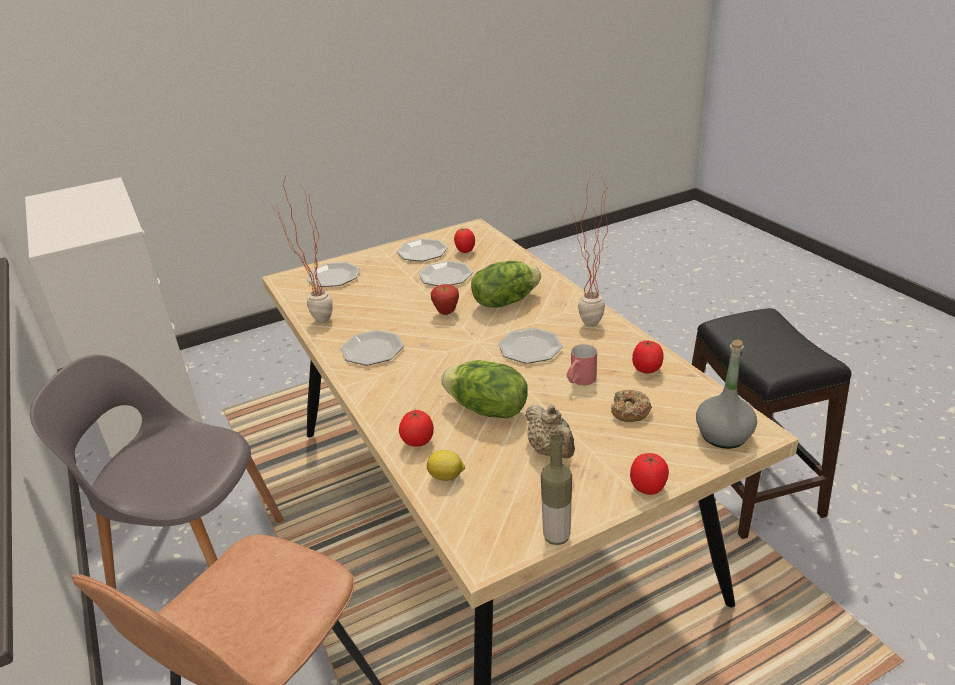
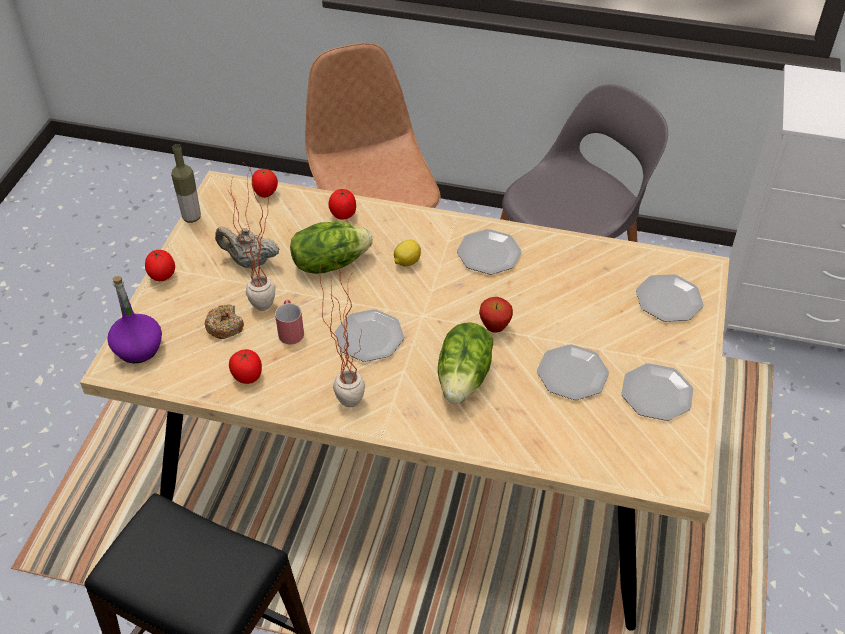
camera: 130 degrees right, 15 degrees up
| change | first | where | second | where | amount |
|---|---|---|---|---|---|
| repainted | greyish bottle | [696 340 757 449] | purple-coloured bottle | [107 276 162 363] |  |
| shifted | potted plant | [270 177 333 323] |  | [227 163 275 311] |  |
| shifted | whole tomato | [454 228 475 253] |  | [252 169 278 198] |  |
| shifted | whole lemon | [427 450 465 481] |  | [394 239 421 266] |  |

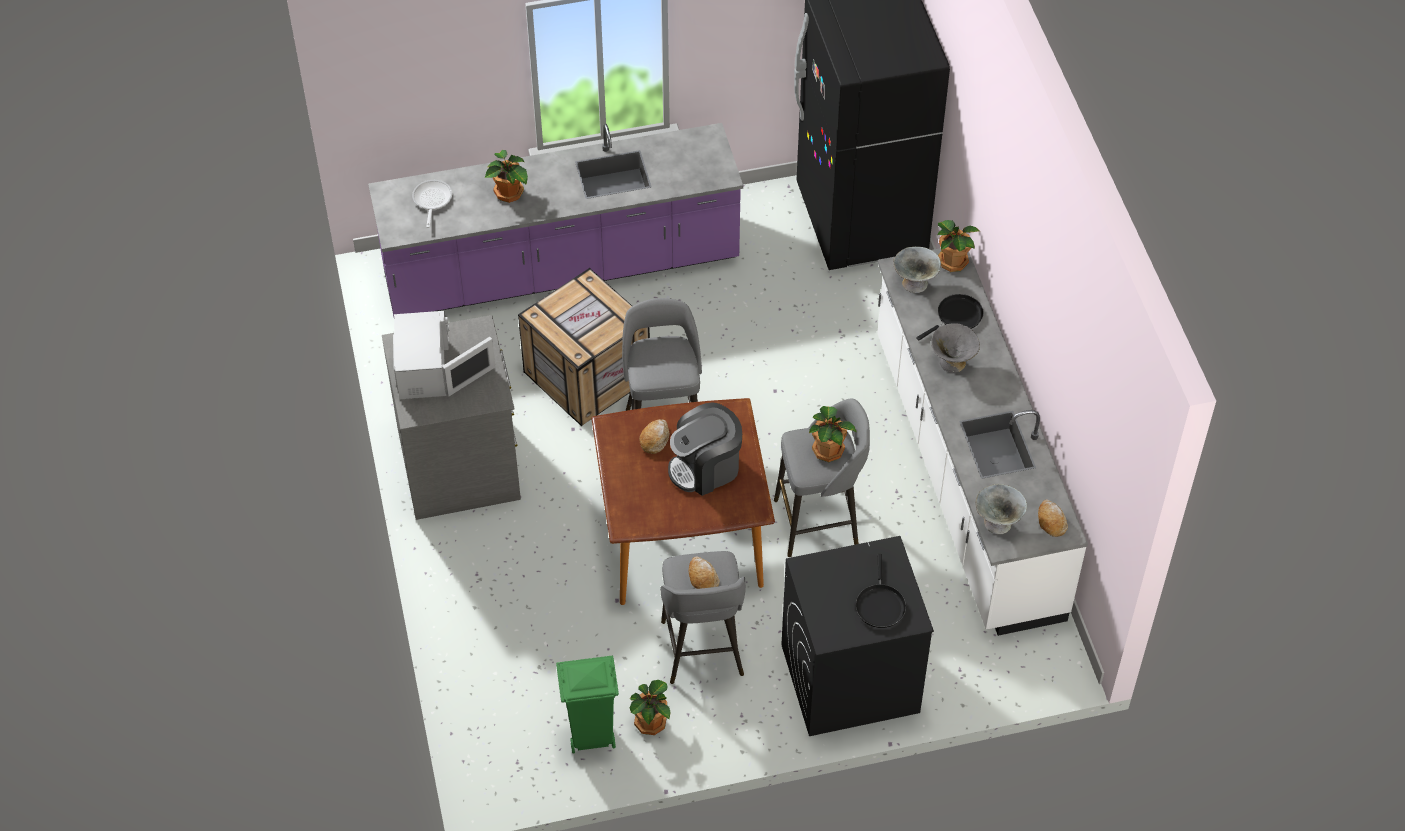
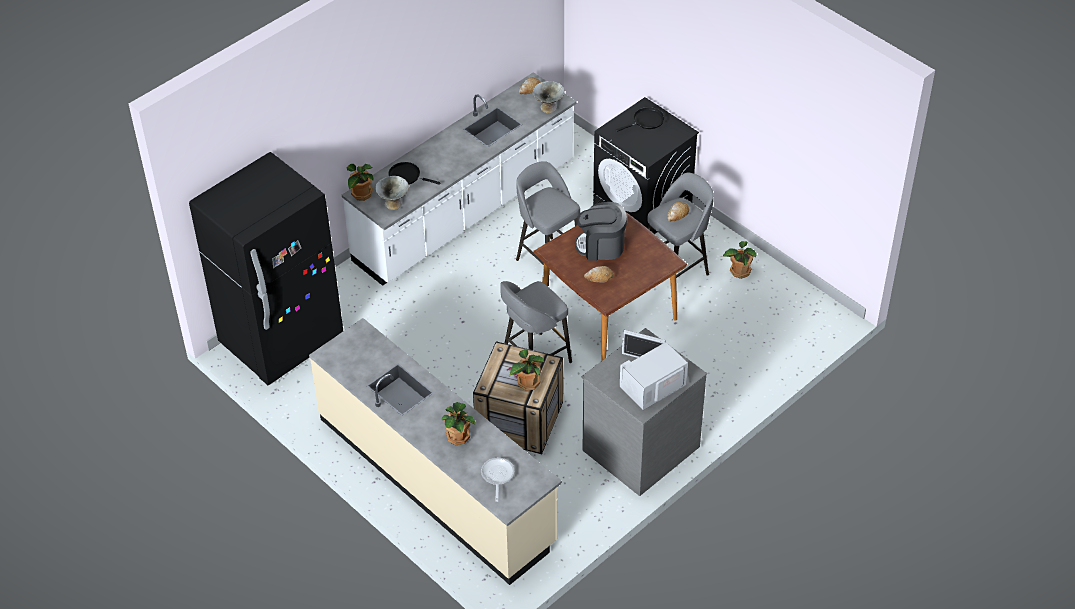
camera: 120 degrees left, 5 degrees down
| change | first | where | second | where | amount |
|---|---|---|---|---|---|
| repainted | purple-coloured counter | [368 123 743 317] | sand-coloured counter | [309 318 562 585] |  |
| rotated | pan | [412 180 452 228] |  | [481 458 514 502] | 120 degrees clockwise |
| shifted | potted plant | [809 406 856 462] |  | [510 349 544 391] |  |
| rotated | coffee machine | [668 402 742 496] |  | [575 202 627 261] | 150 degrees clockwise |
| gone | greenish waste bin | [556 656 619 754] |  |  |  |
| gone | greyish bowl | [931 323 980 373] |  |  |  |

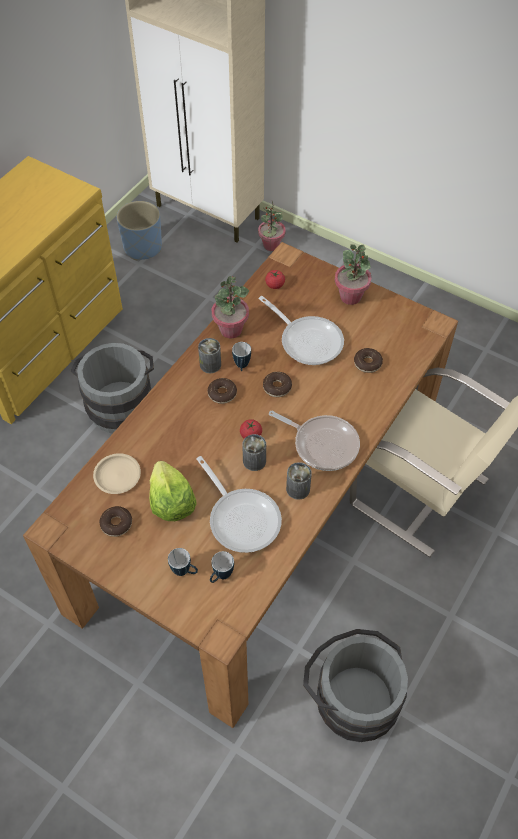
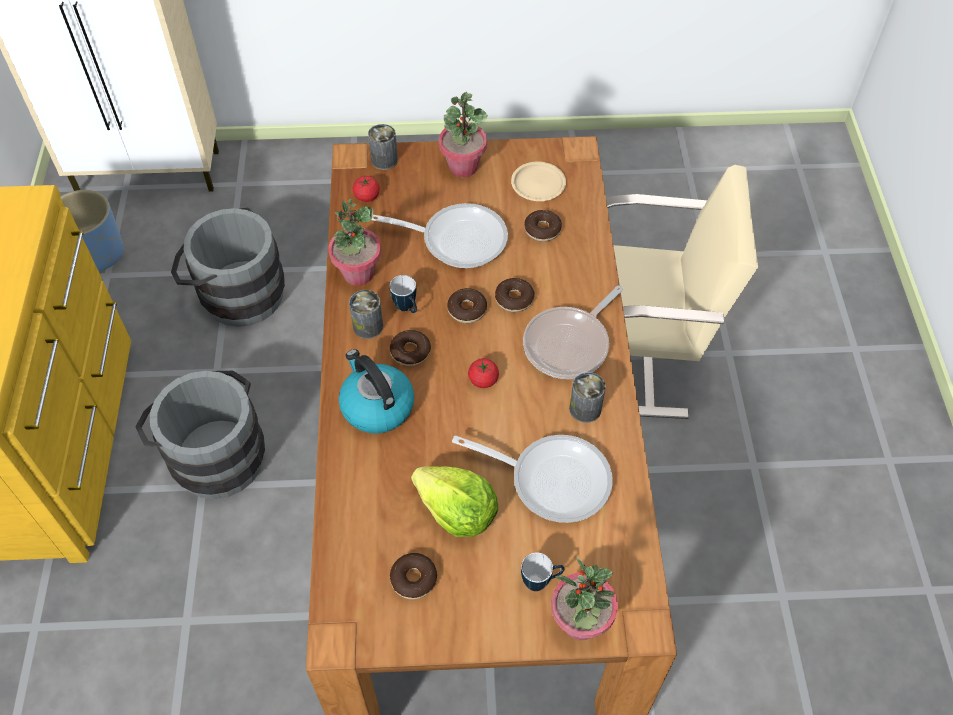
camera: 35 degrees left, 0 degrees up
| change | first | where | second | where | amount |
|---|---|---|---|---|---|
| shifted | greyish pail | [303 629 408 742] |  | [171 207 285 327] |  |
| new |  |  | kettle | [339 349 414 434] |  |
| shifted | metal can | [242 434 266 471] |  | [368 124 398 170] |  |
| new |  |  | donut | [495 278 534 312] |  |
| shifted | sand-coloured plate | [93 453 141 494] |  | [511 161 566 201] |  |
| rotated | pan | [269 411 360 471] |  | [523 286 623 379] | 135 degrees clockwise |
| shifted | potted plant | [258 201 286 251] |  | [551 556 618 640] |  |
| gone | tea mug | [210 551 234 583] |  |  |  |

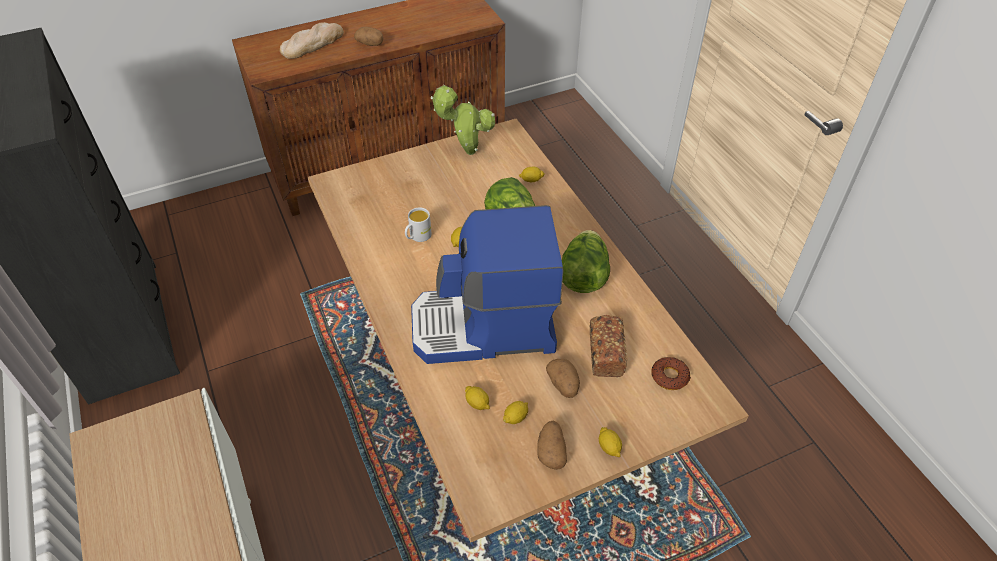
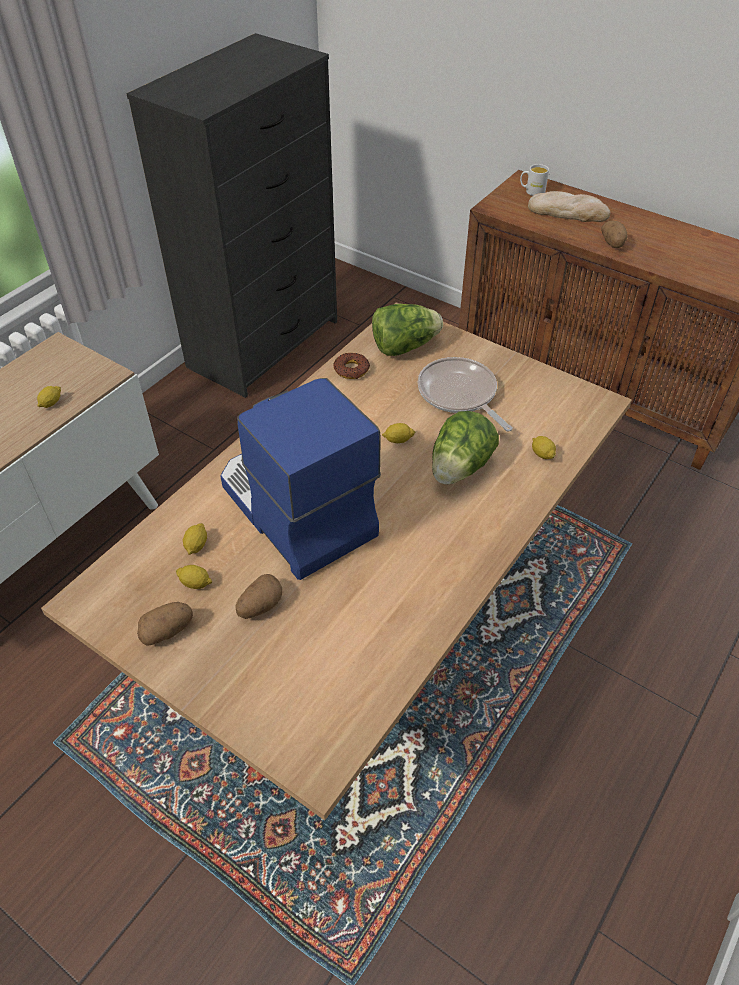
camera: 60 degrees right, 0 degrees up
| change | first | where | second | where | amount |
|---|---|---|---|---|---|
| shifted | whole lemon | [599 427 622 457] |  | [37 386 61 408] |  |
| shifted | donut | [651 357 691 390] |  | [333 353 370 379] |  |
| shifted | lettuce | [562 230 610 293] |  | [372 304 443 356] |  |
| new |  |  | pan | [418 357 513 431] |  |
| shifted | white-coloured tea mug | [405 207 432 242] |  | [520 164 549 196] |  |
| gone | potted plant | [431 84 495 155] |  |  |  |
| gone | bread | [590 315 627 377] |  |  |  |

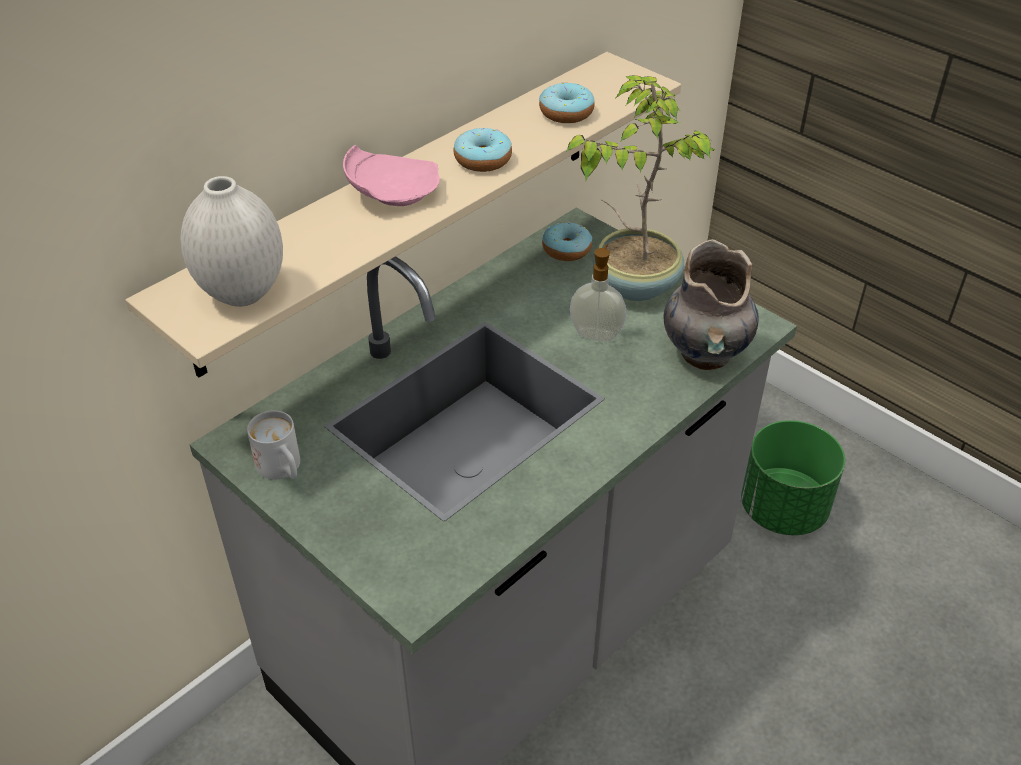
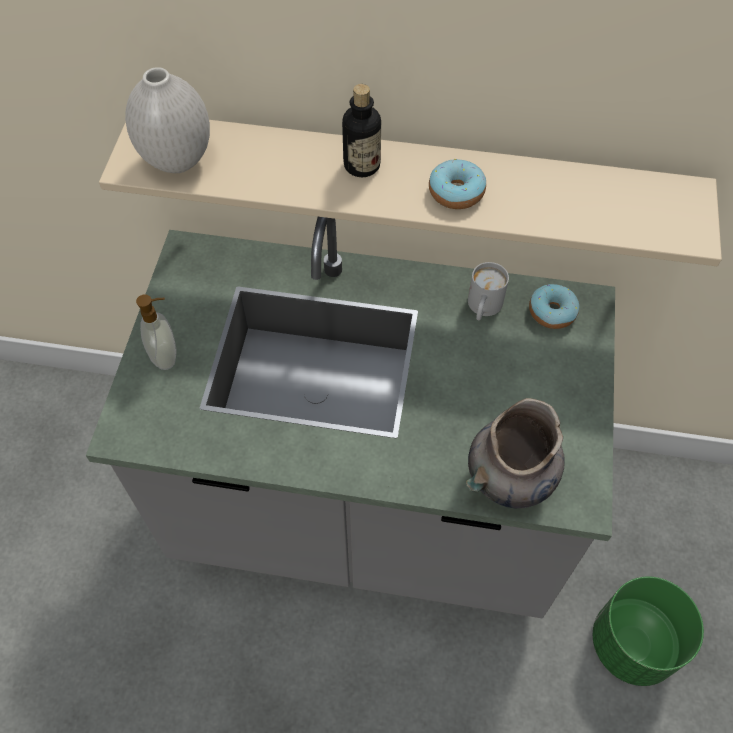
camera: 55 degrees right, 15 degrees up
| change | first | where | second | where | amount |
|---|---|---|---|---|---|
| shifted | soap bottle | [570 245 626 341] |  | [136 294 176 370] |  |
| swapped | pinkish plate | [343 145 440 206] | bottle | [342 84 381 177] |  |
| shifted | white-coloured tea mug | [247 410 300 480] |  | [468 262 509 320] |  |
| gone | donut | [539 83 595 123] |  |  |  |
| gone | potted plant | [566 75 715 301] |  |  |  |

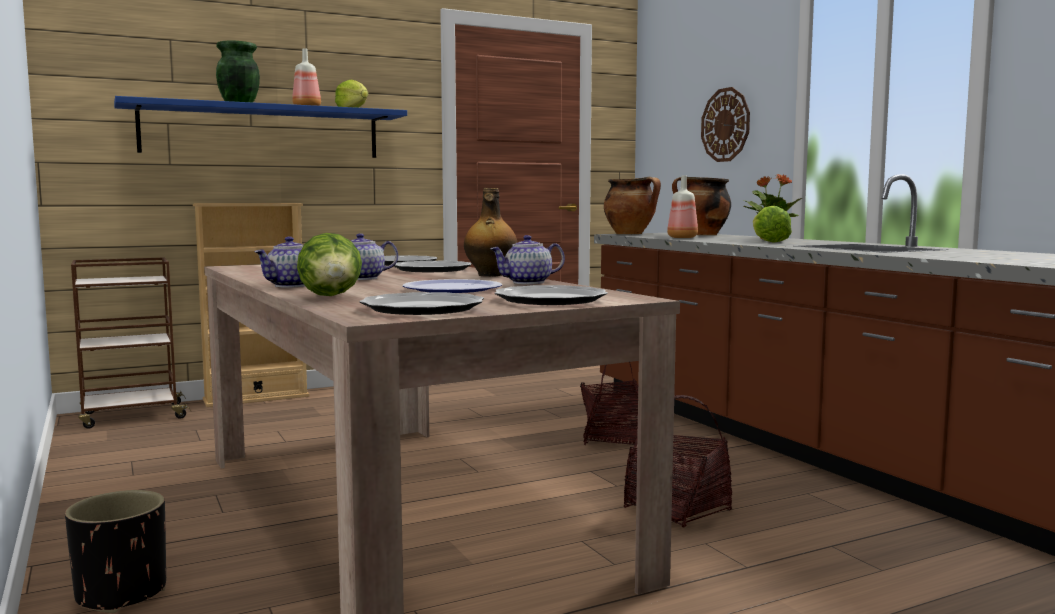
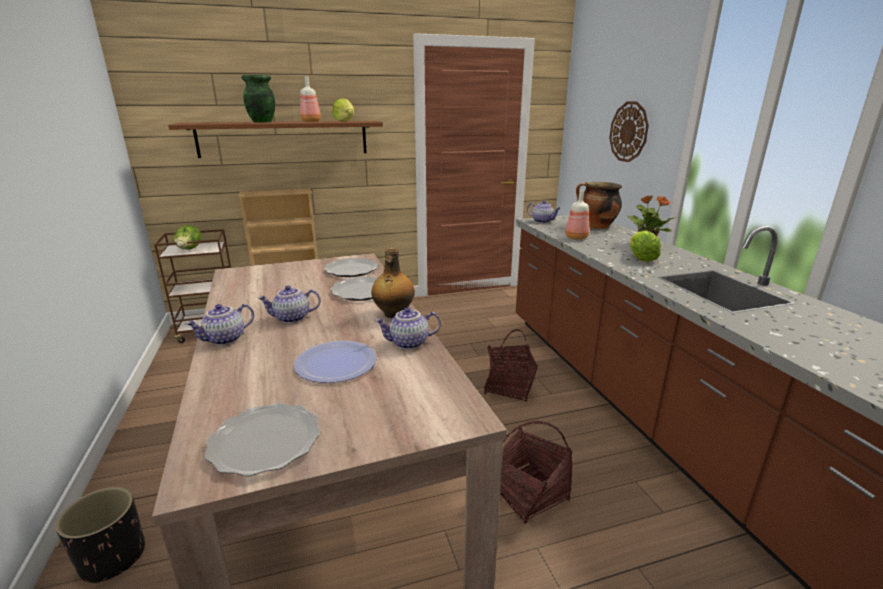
camera: 10 degrees right, 15 degrees up
| change | first | where | second | where | amount |
|---|---|---|---|---|---|
| repainted | bluish wall shelf | [114 96 407 158] | brown wall shelf | [168 121 383 158] |  |
| shifted | lettuce | [297 233 362 296] |  | [173 225 202 249] |  |
| swapped | cooking pot | [604 177 661 234] | tea pot | [527 200 561 223] |  |
| gone | plate | [494 285 608 305] |  |  |  |

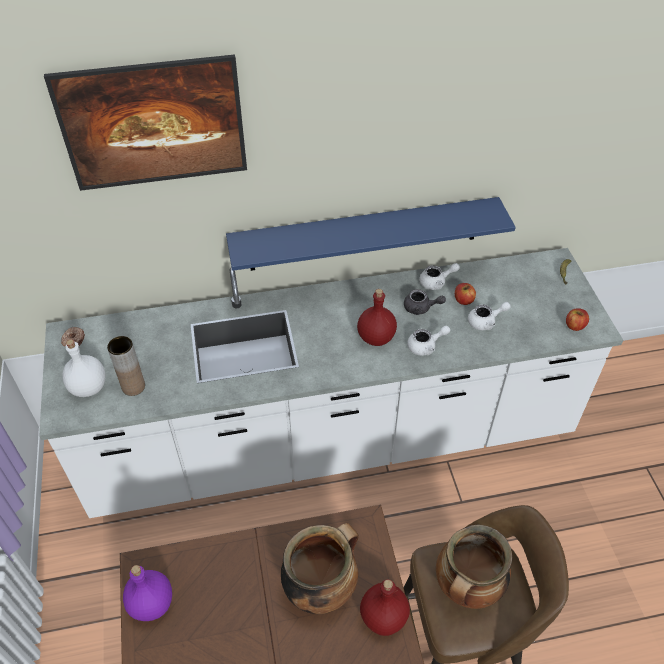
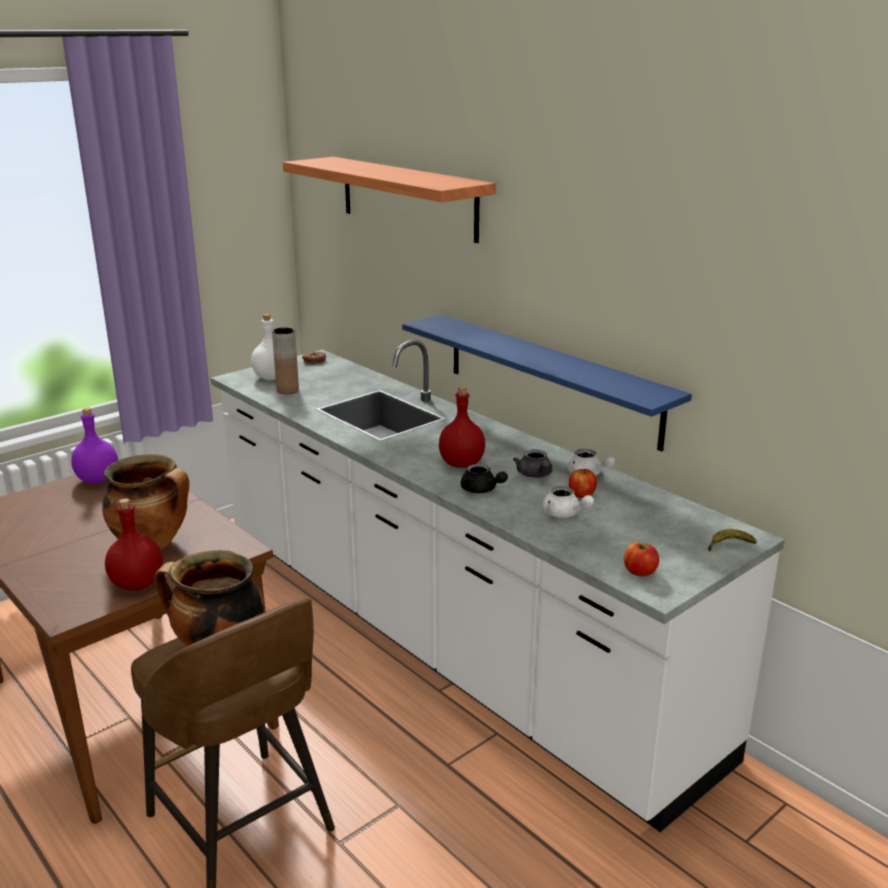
camera: 60 degrees right, 25 degrees down
| change | first | where | second | where | amount |
|---|---|---|---|---|---|
| swapped | picture | [44 54 247 191] | wall shelf | [283 157 496 243] |  |
| repainted | white-coloured tea pot | [407 326 450 356] | black-coloured tea pot | [461 464 508 493] |  |

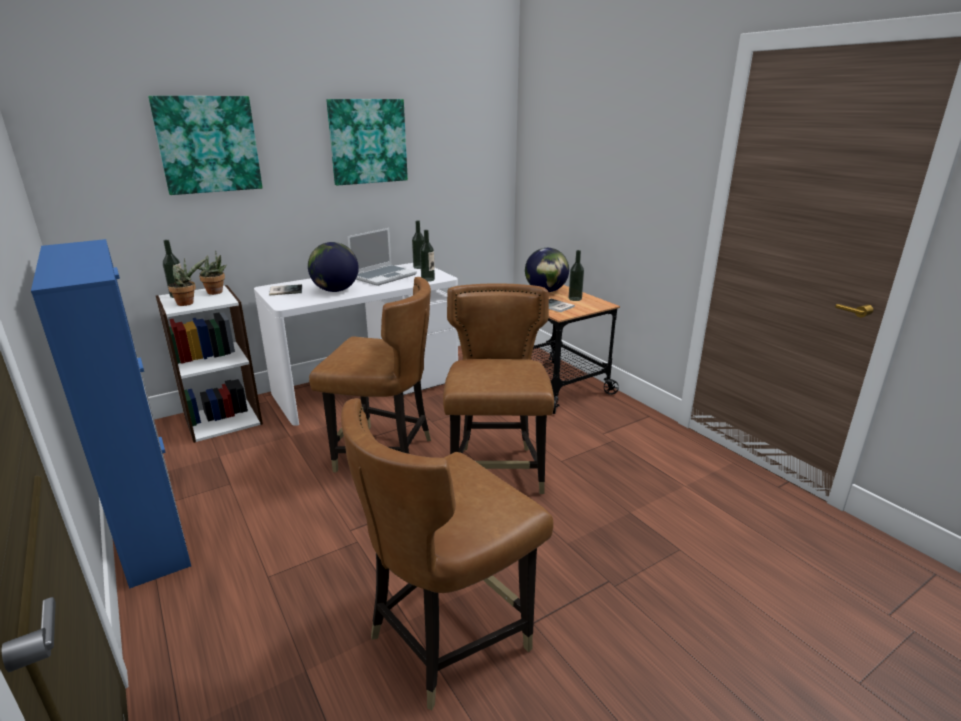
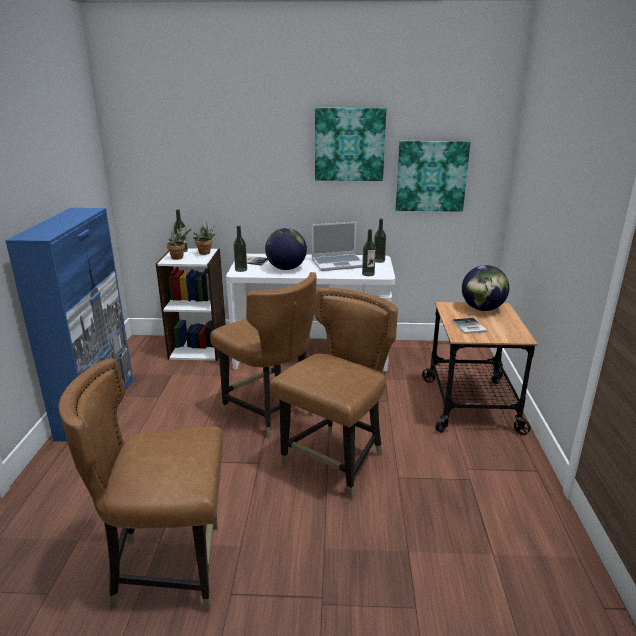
camera: 35 degrees right, 0 degrees up
| change | first | where | second | where | amount |
|---|---|---|---|---|---|
| shifted | bottle | [568 250 584 301] |  | [233 226 247 272] |  |
| shifted | picture | [148 96 263 195] |  | [395 141 470 212] |  |

